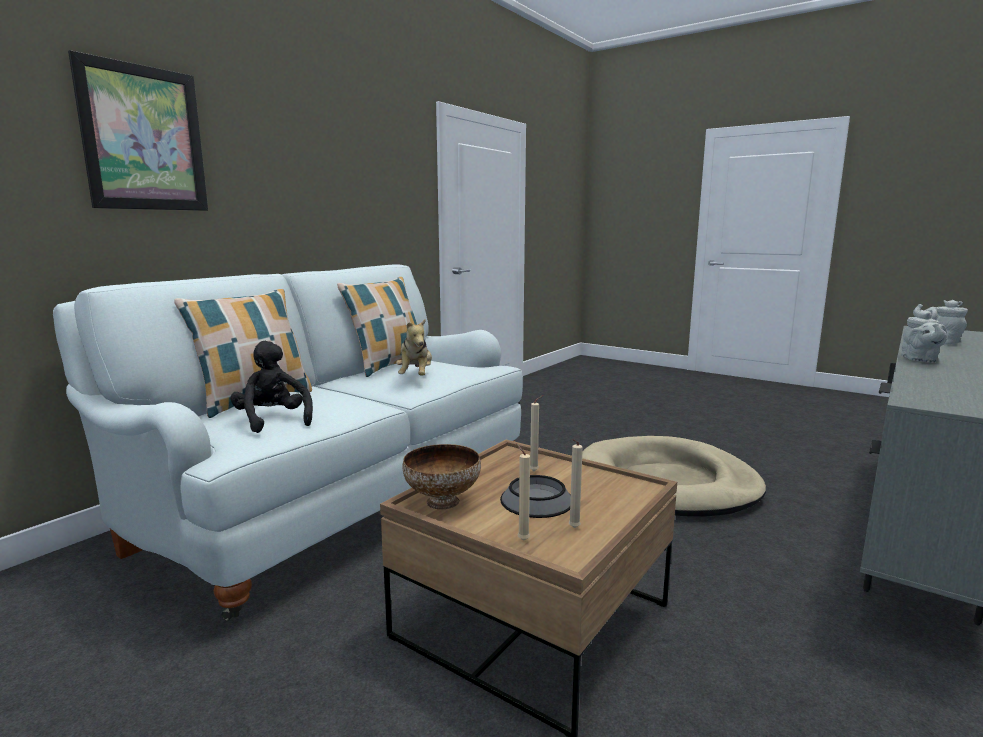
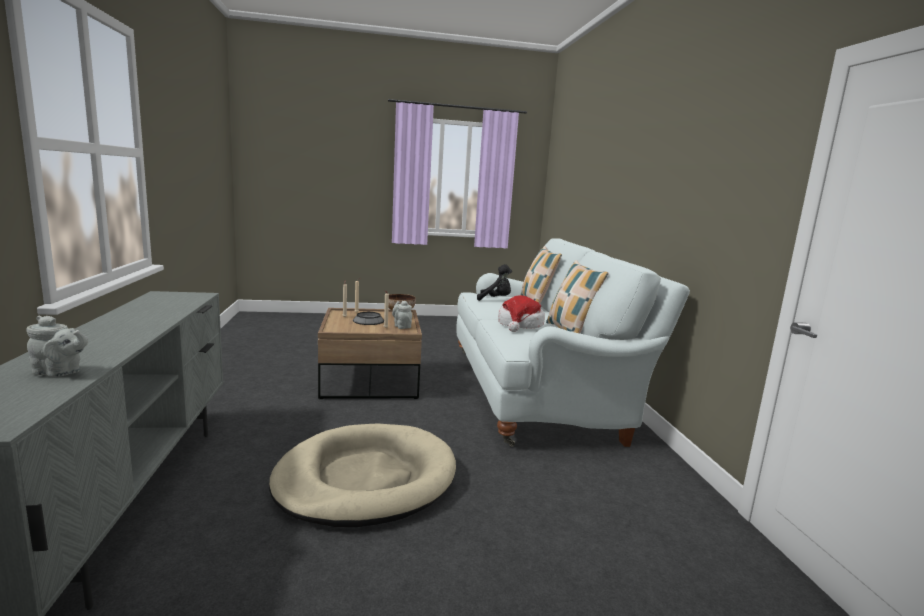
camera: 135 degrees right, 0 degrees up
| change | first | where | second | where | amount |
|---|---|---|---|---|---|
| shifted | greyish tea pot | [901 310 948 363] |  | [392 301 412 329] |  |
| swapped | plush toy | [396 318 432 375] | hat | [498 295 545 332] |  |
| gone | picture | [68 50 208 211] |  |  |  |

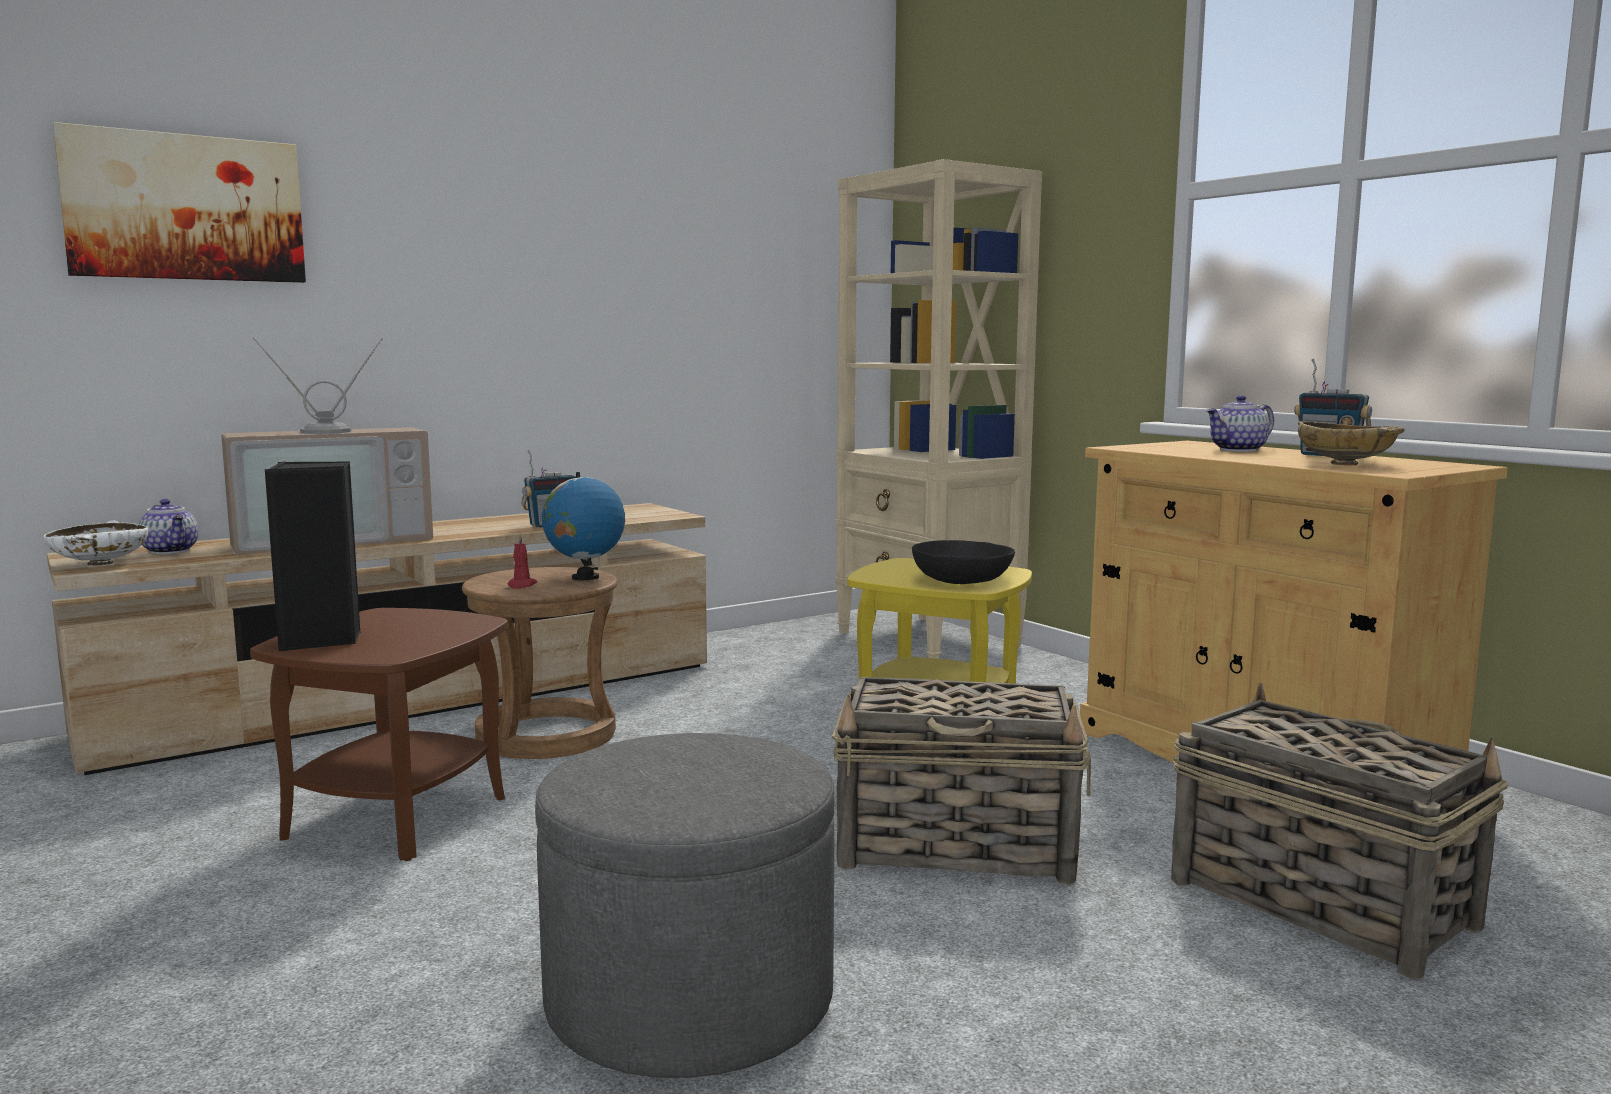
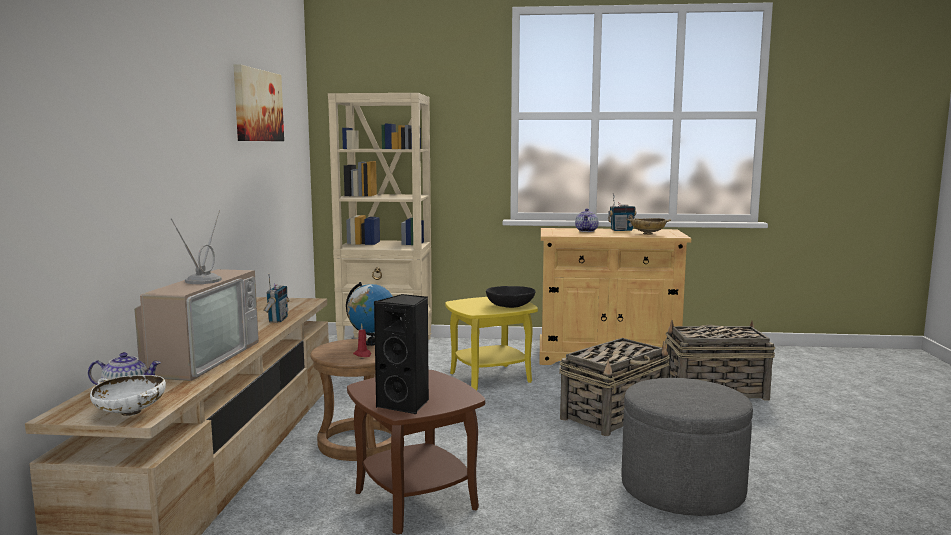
camera: 50 degrees left, 0 degrees up
| change | first | where | second | where | amount |
|---|---|---|---|---|---|
| shifted | picture | [53 122 306 283] |  | [234 64 284 141] |  |

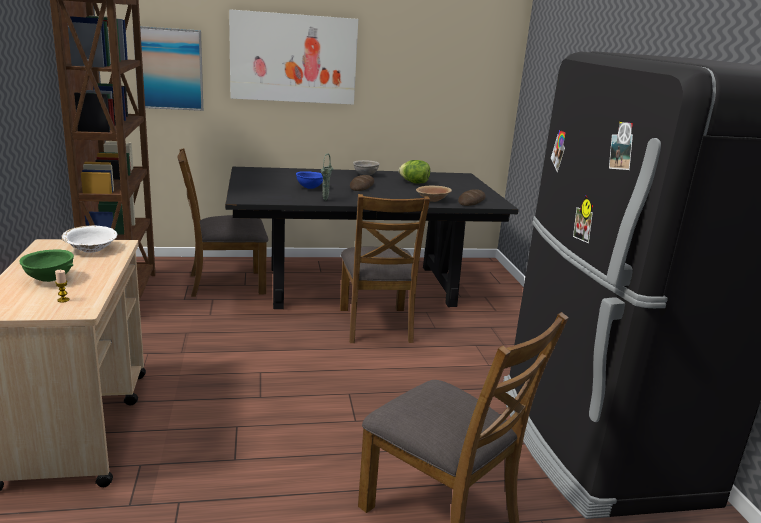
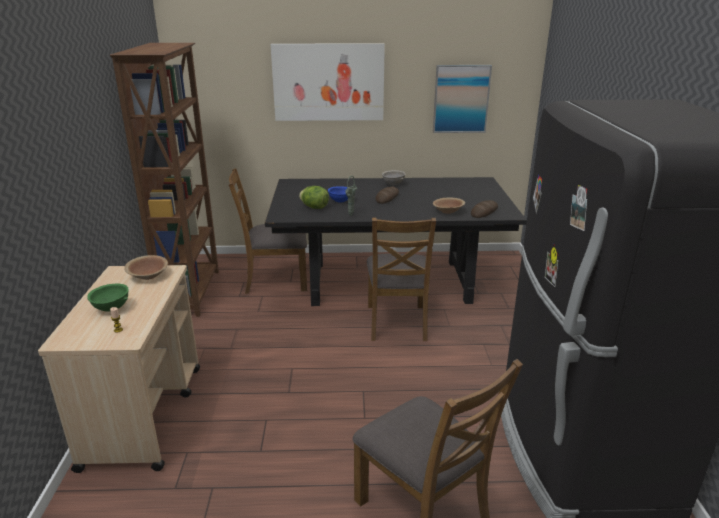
camera: 10 degrees right, 5 degrees up
| change | first | where | second | where | amount |
|---|---|---|---|---|---|
| repainted | white-coloured bowl | [62 226 117 253] | brown bowl | [124 255 168 280] |  |
| shifted | lettuce | [399 160 430 184] |  | [299 186 329 209] |  |
| shifted | picture | [133 26 203 111] |  | [433 65 492 133] |  |

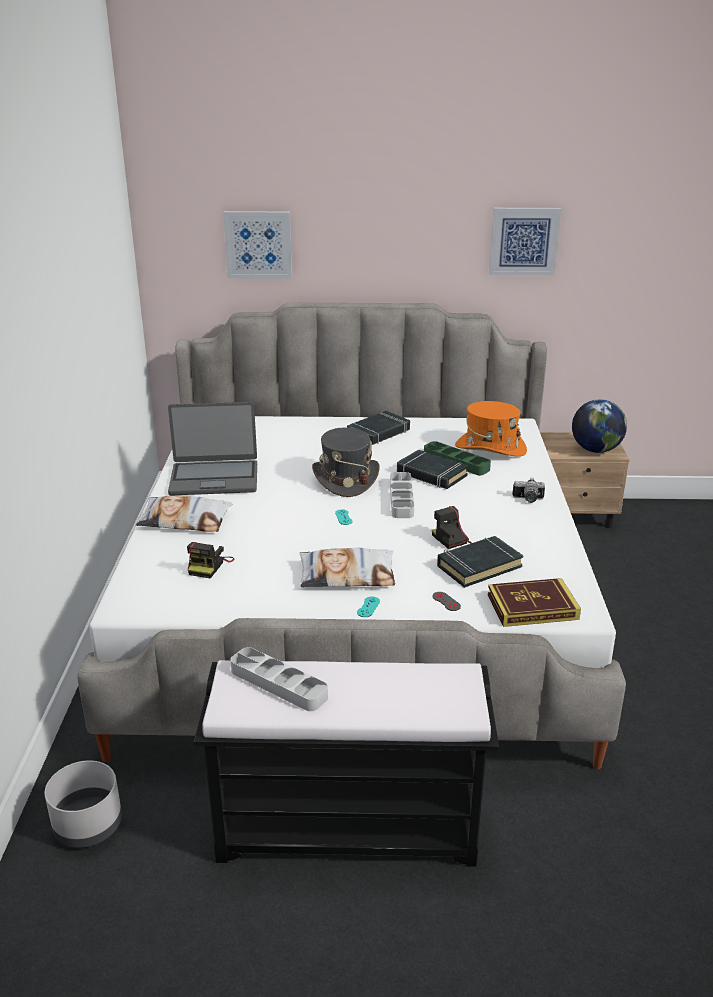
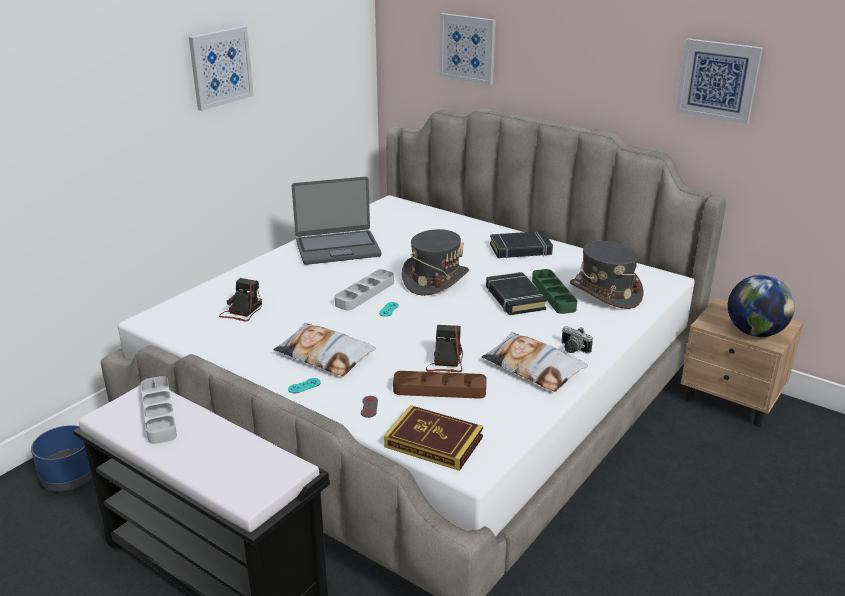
camera: 35 degrees right, 0 degrees up
| change | first | where | second | where | amount |
|---|---|---|---|---|---|
| repainted | greyish planter | [45 760 122 848] | bluish planter | [31 425 92 491] |  |
| new |  |  | picture | [189 26 254 111] |  |
| rotated | photo camera | [187 542 234 578] |  | [219 278 262 322] | 150 degrees clockwise |
| rotated | laptop | [168 402 257 496] |  | [292 177 382 265] | 45 degrees counterclockwise |
| shifted | greyish carrying tray | [390 472 414 518] |  | [335 269 394 311] |  |
| swapped | black-coloured bound book | [437 536 524 588] | brown carrying tray | [393 371 486 399] |  |
| shifted | cushion | [136 496 232 532] |  | [482 332 588 392] |  |
| repainted | orange hat | [455 401 527 457] | greyish hat | [570 241 643 309] |  |

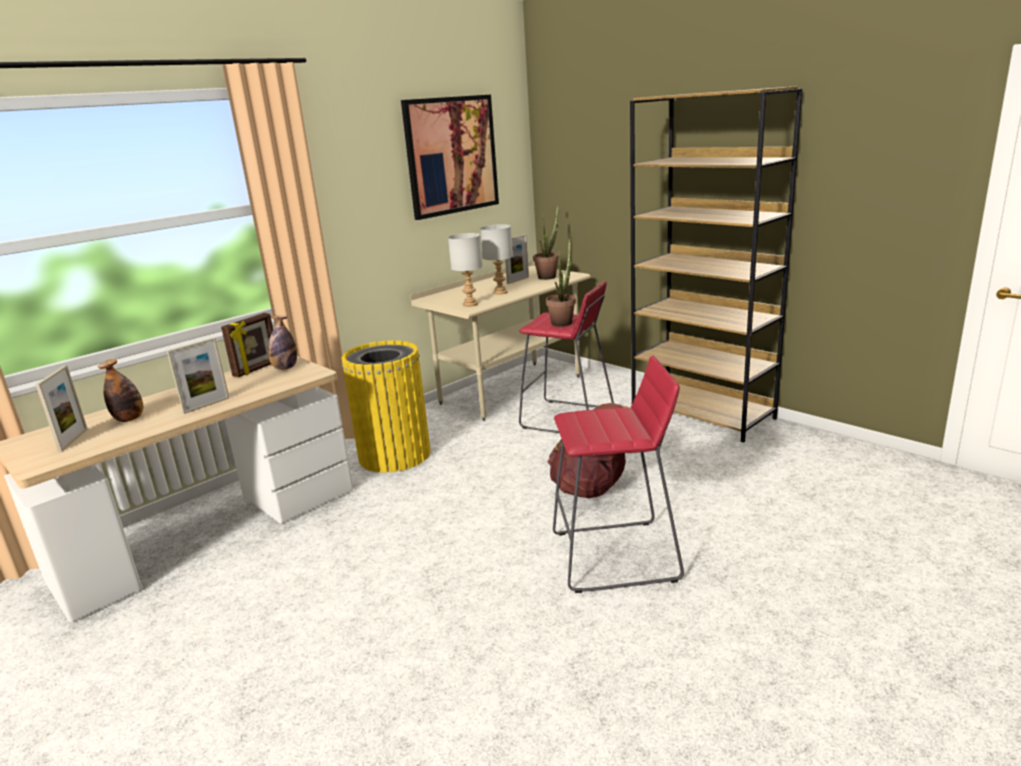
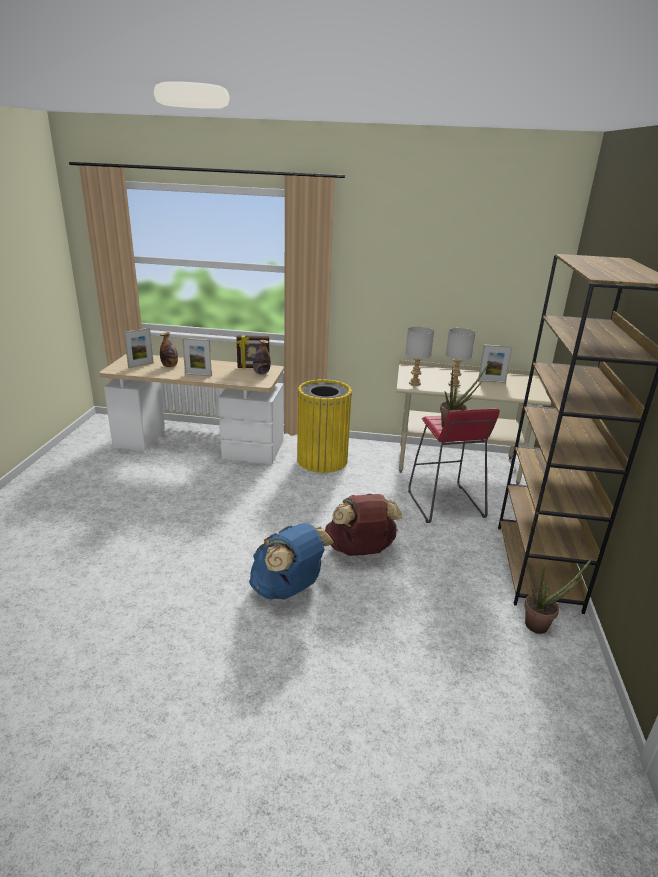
camera: 50 degrees right, 5 degrees up
| change | first | where | second | where | amount |
|---|---|---|---|---|---|
| swapped | red-coloured stool seat | [553 356 684 593] | bluish backpack | [249 523 334 600] |  |
| shifted | potted plant | [533 205 559 280] |  | [524 557 593 634] |  |
| gone | picture | [401 95 499 220] |  |  |  |

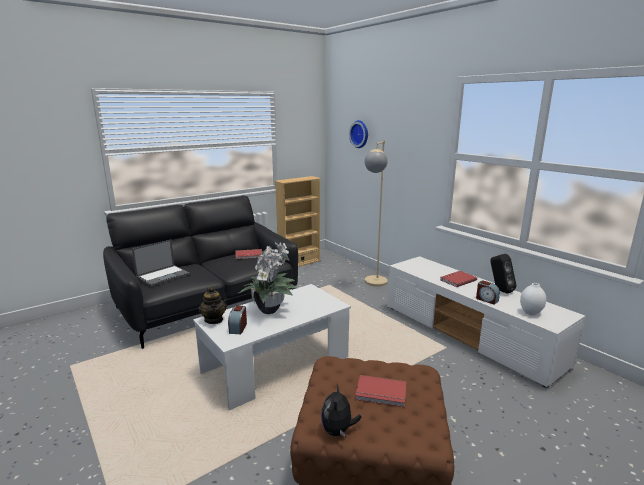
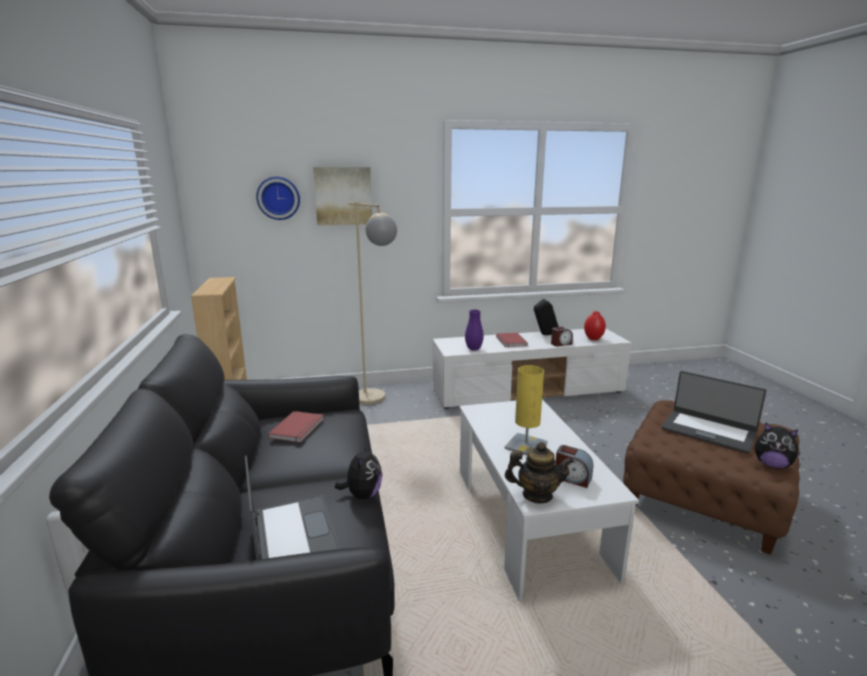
camera: 65 degrees left, 0 degrees up
| change | first | where | second | where | amount |
|---|---|---|---|---|---|
| new |  |  | picture | [313 167 372 225] |  |
| new |  |  | plush toy | [335 443 382 499] |  |
| new |  |  | purple-coloured vase | [465 310 484 351] |  |
| swapped | potted plant | [239 242 298 314] | yellow-coloured table lamp | [505 365 547 455] |  |
| repainted | white-coloured vase | [520 283 546 315] | red-coloured vase | [584 311 606 340] |  |
| swapped | red-coloured bound book | [355 375 406 407] | laptop | [661 371 767 454] |  |

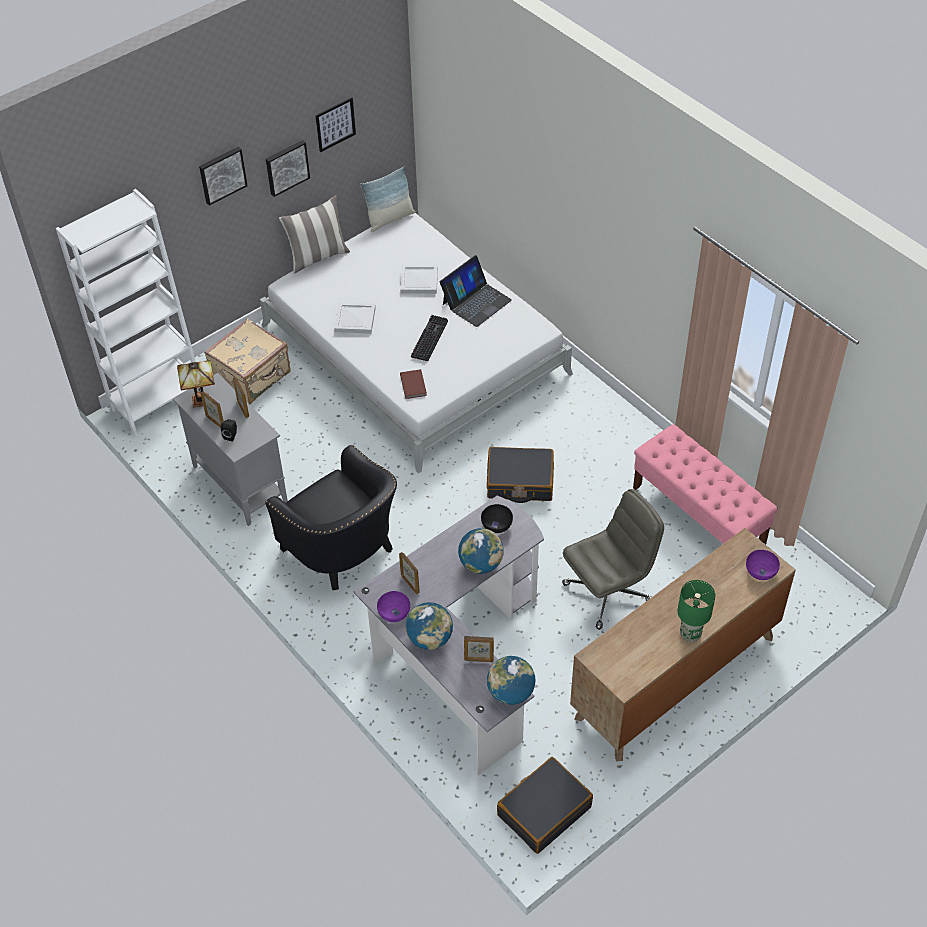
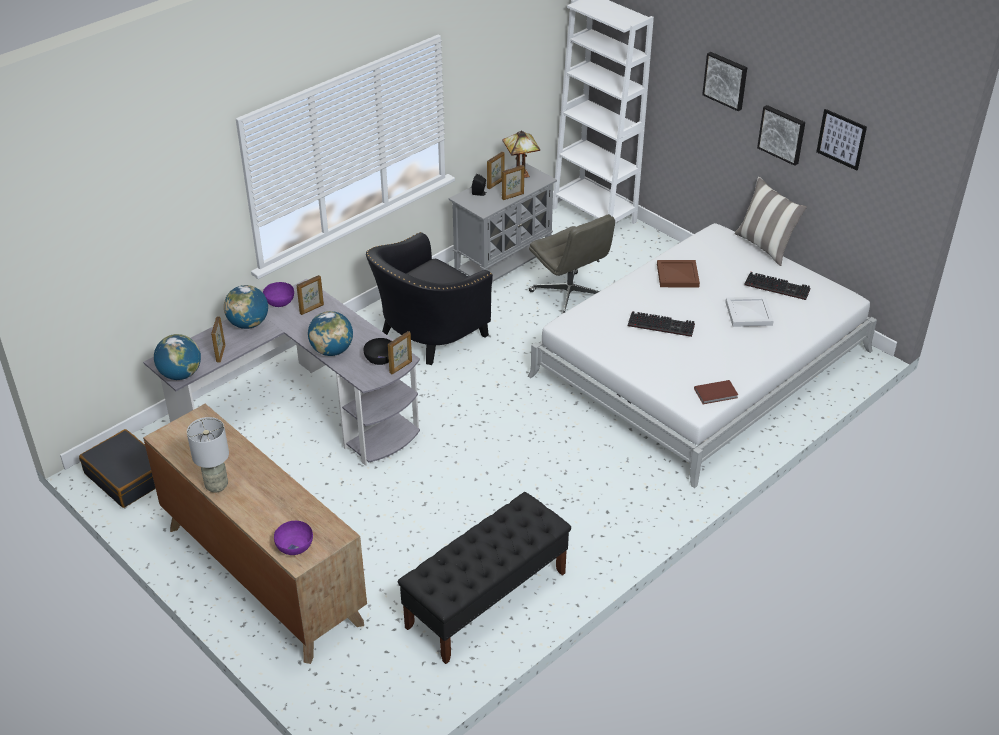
camera: 85 degrees right, 10 degrees down
| change | first | where | second | where | amount |
|---|---|---|---|---|---|
| repainted | greenish table lamp | [678 580 716 642] | greyish table lamp | [187 417 229 493] |  |
| new |  |  | standing frame | [388 331 412 374] |  |
| repainted | pinkish bench | [633 424 778 545] | black-coloured bench | [398 492 571 664] |  |
| shifted | greyish desk chair | [562 489 664 630] |  | [529 214 615 315] |  |
| repainted | white-coloured carrying tray | [334 302 376 334] | brown carrying tray | [657 260 700 287] |  |
| shifted | brown bound book | [400 369 427 399] |  | [694 380 738 404] |  |
| new |  |  | PC keyboard | [744 272 810 300] |  |
| gone | sand-coloured suitcase | [204 318 291 404] |  |  |  |
| gone | cushion | [360 166 416 232] |  |  |  |
| gone | laptop | [440 255 512 327] |  |  |  |
| gone | black-coloured suitcase | [487 447 554 503] |  |  |  |

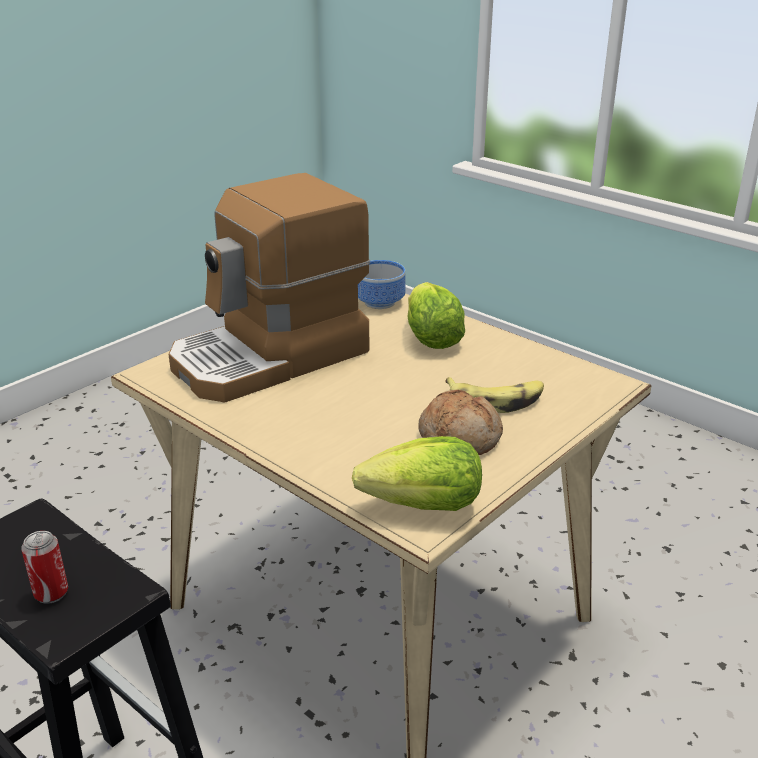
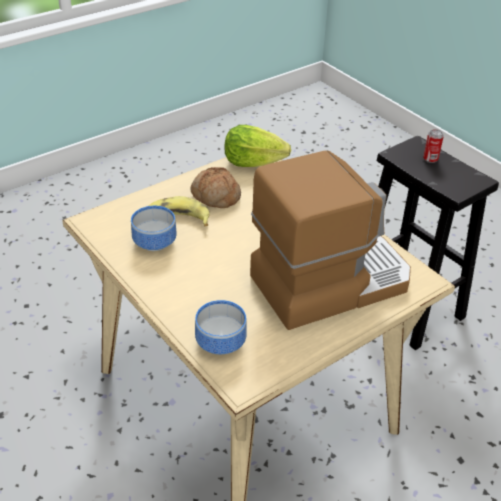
camera: 170 degrees left, 10 degrees up
| change | first | where | second | where | amount |
|---|---|---|---|---|---|
| new |  |  | bowl | [131 206 176 251] |  |
| gone | lettuce | [408 282 465 349] |  |  |  |

